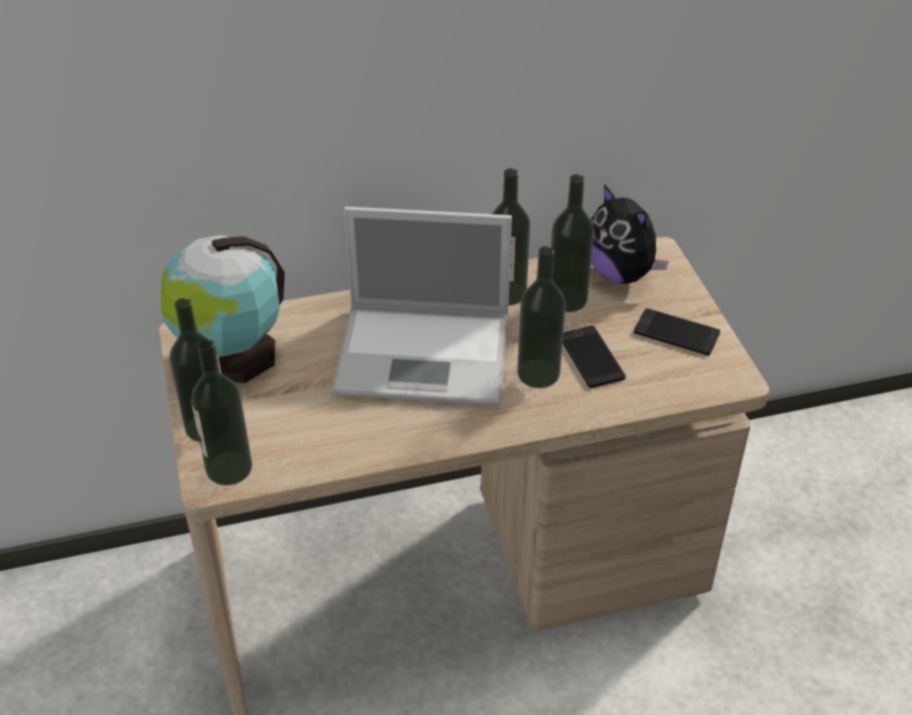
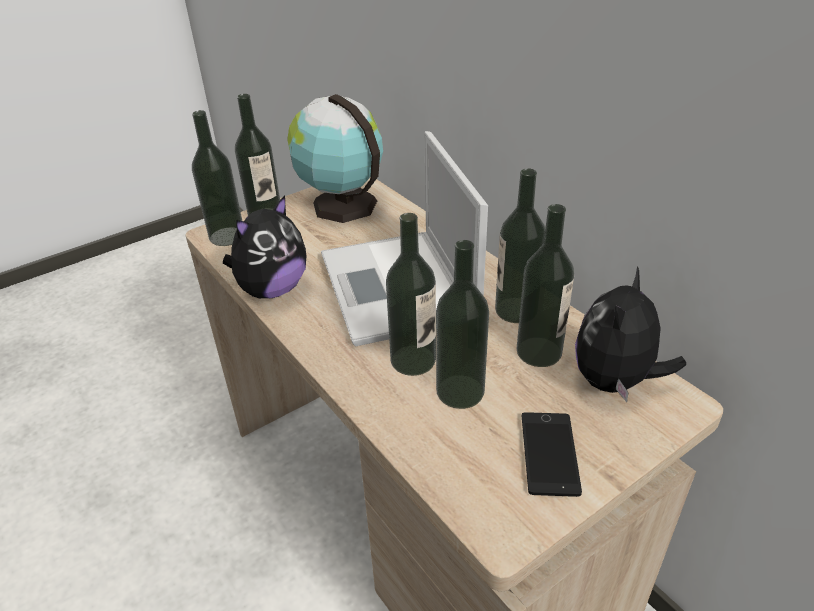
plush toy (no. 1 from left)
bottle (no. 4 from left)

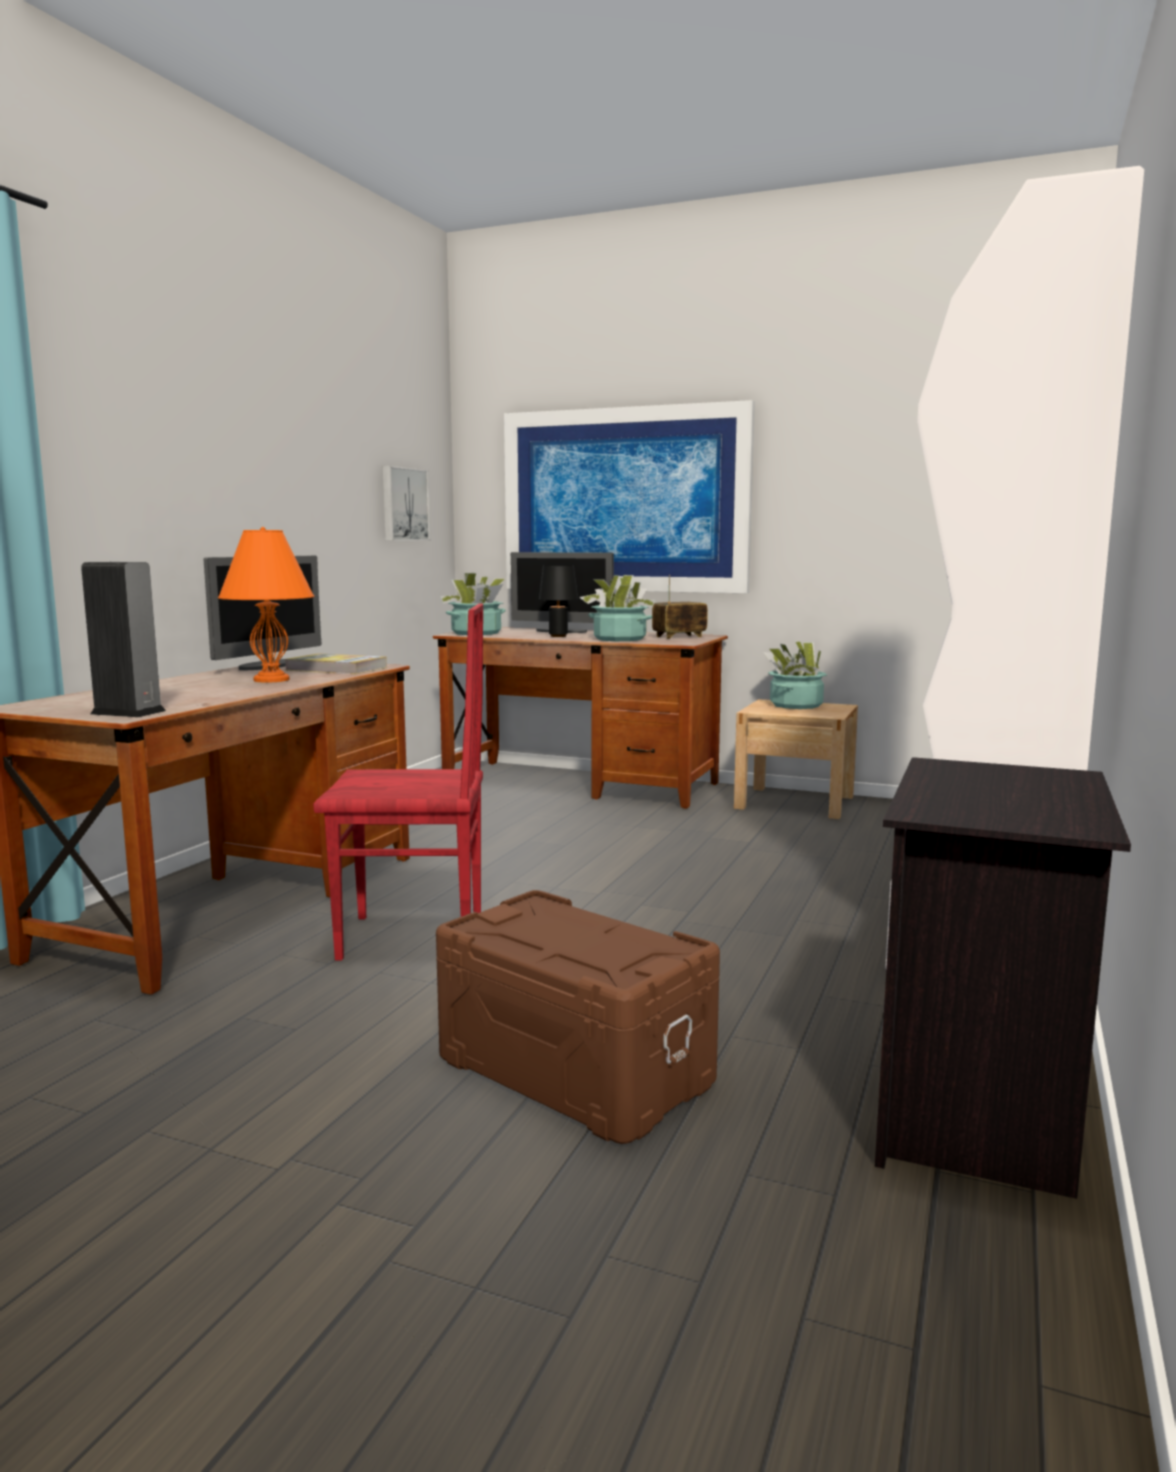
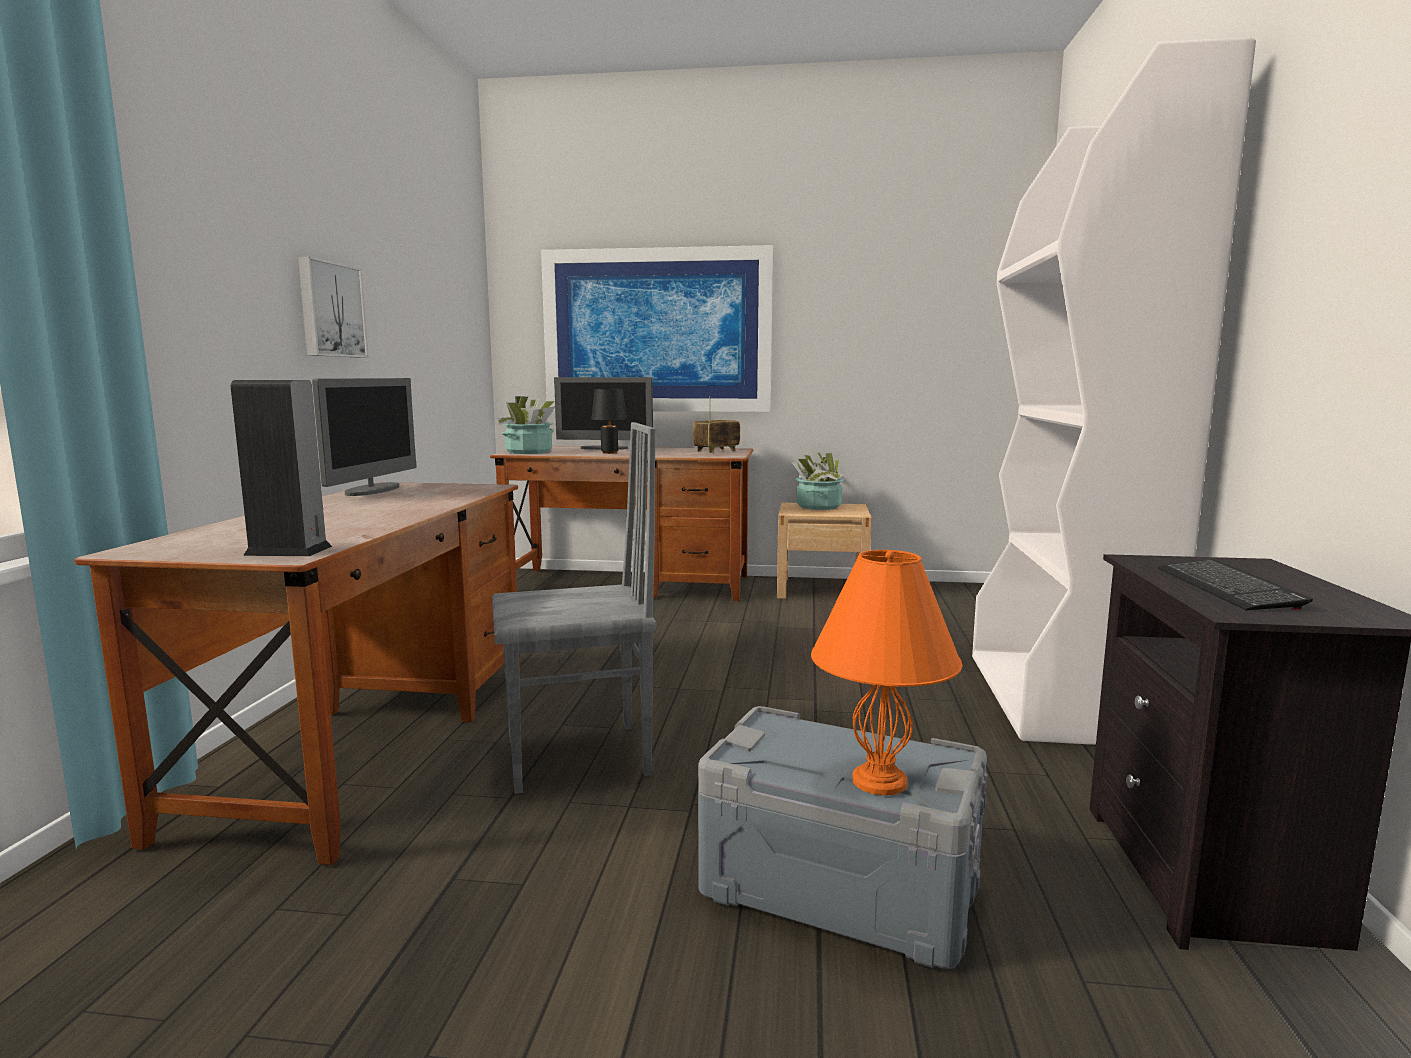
picture (no. 1 from left)
grey chair
grey storage box
orange table lamp
keyboard
book
potted plant (no. 2 from left in the first image)

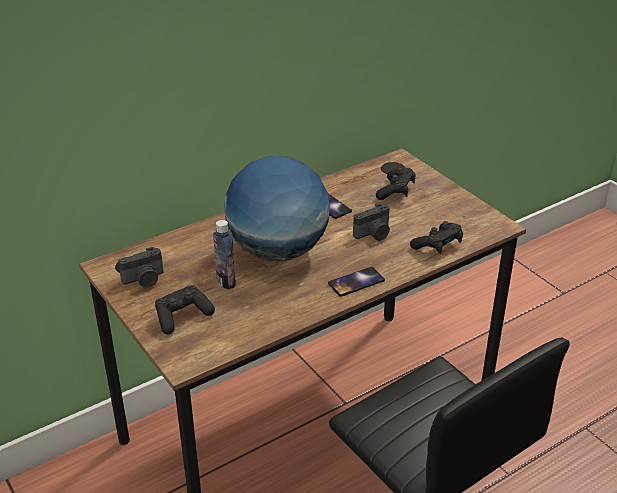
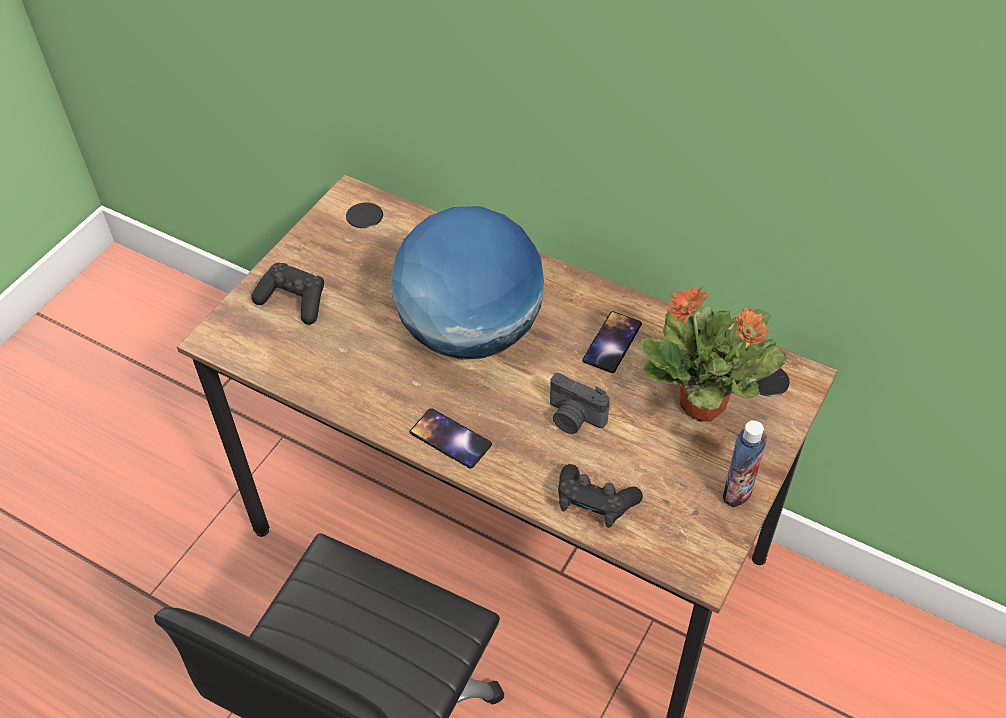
potted plant
bottle
photo camera (no. 1 from left in the first image)

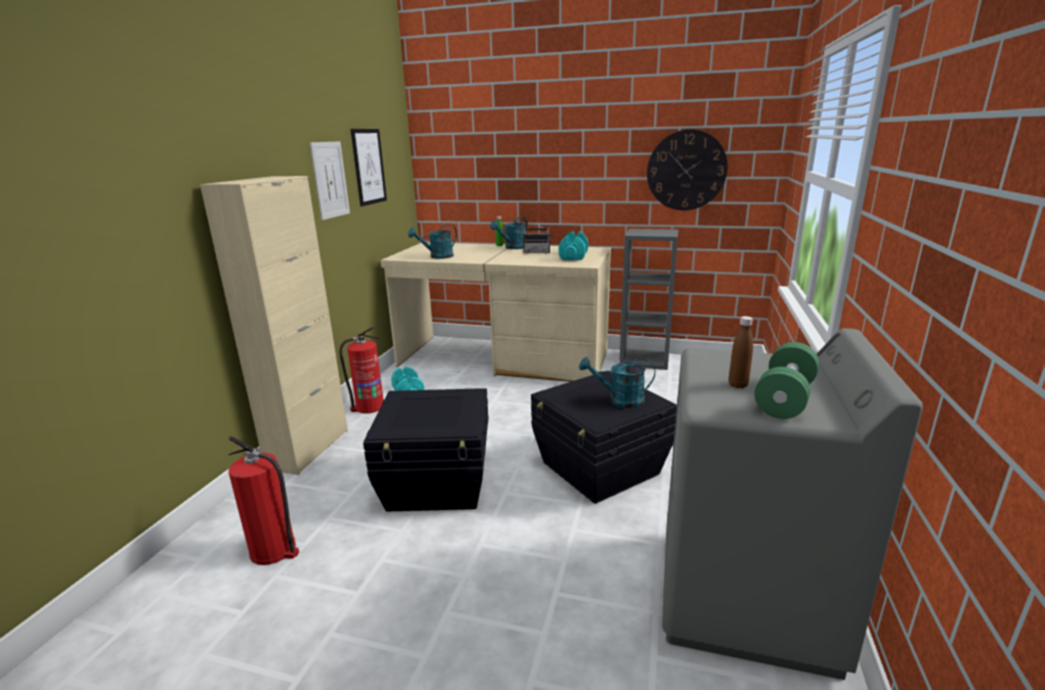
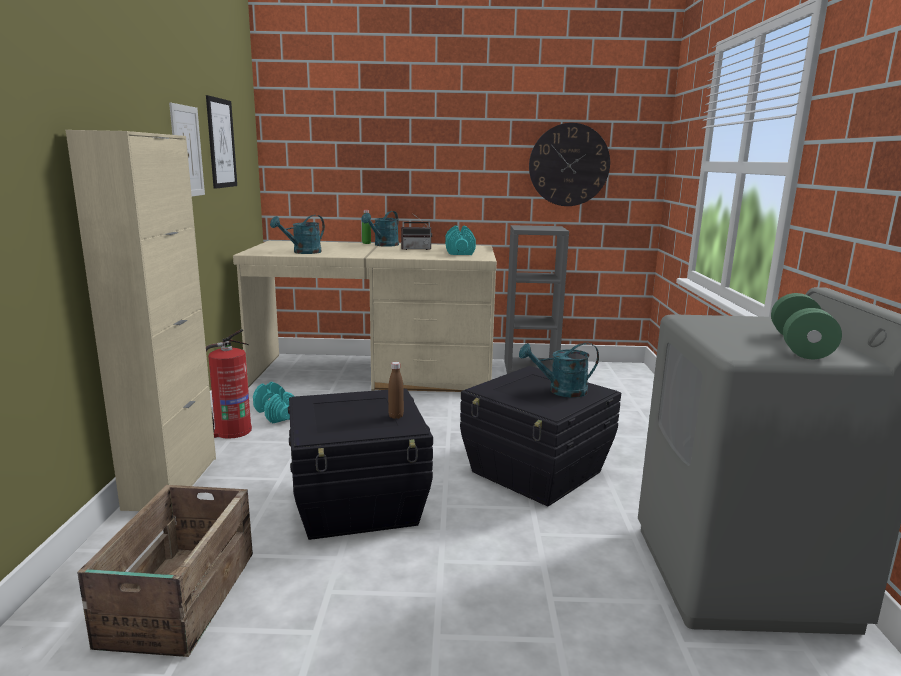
crate
brown bottle

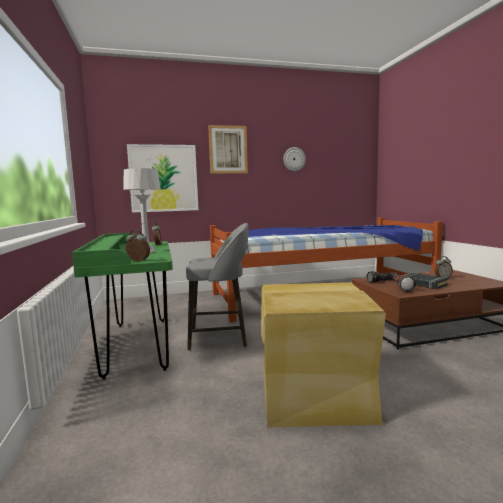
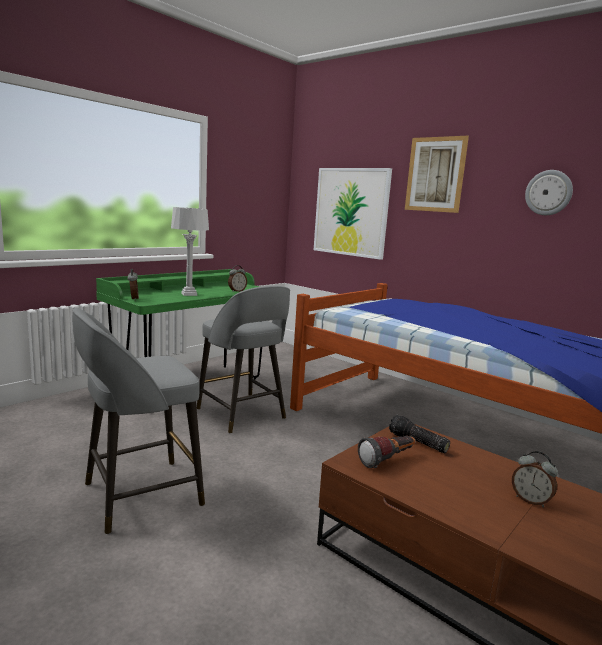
grey stool (no. 1 from left)
black book

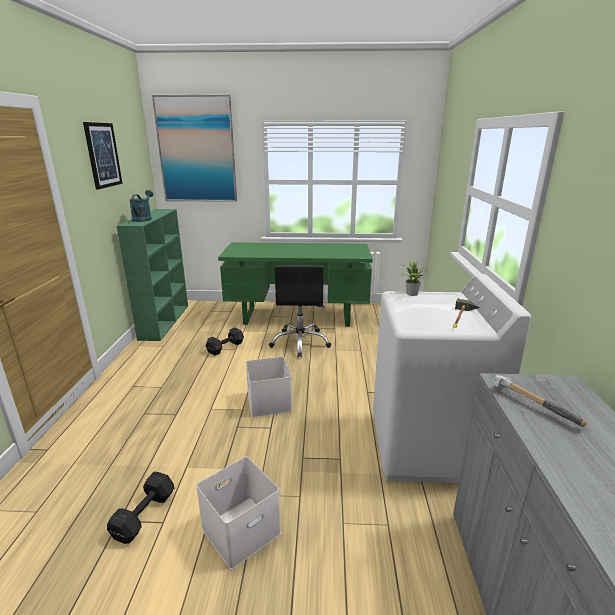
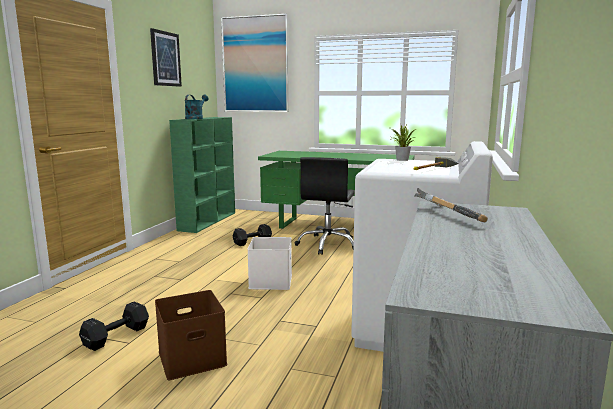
brown storage box

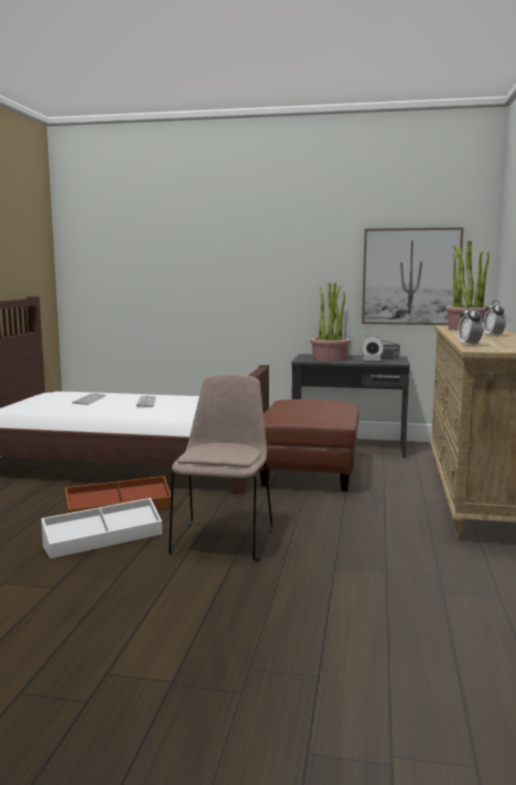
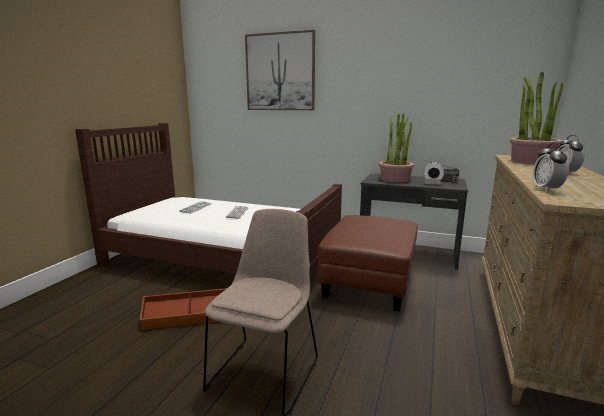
picture
white storage box

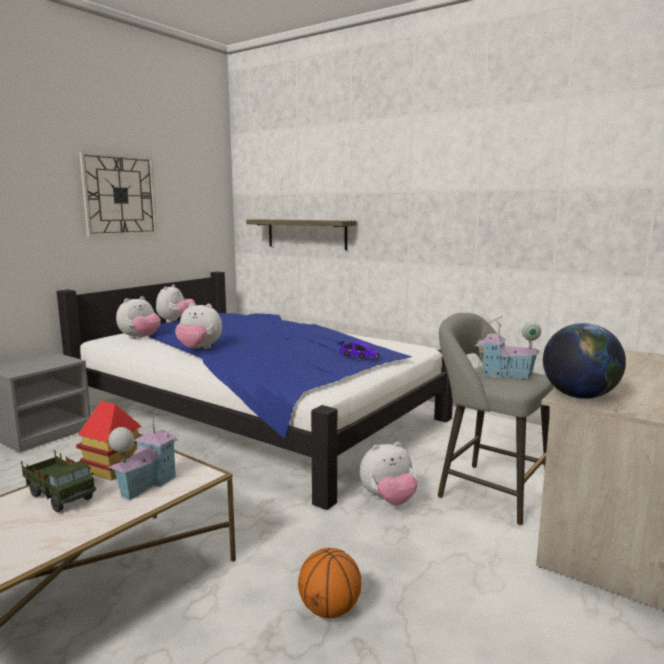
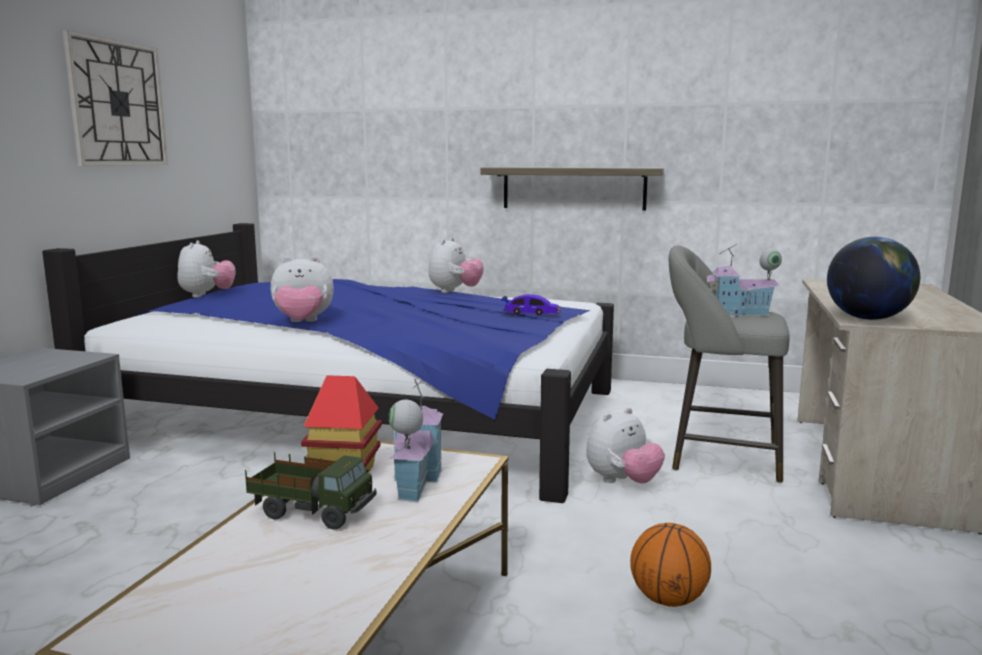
plush toy (no. 3 from left)
shelf

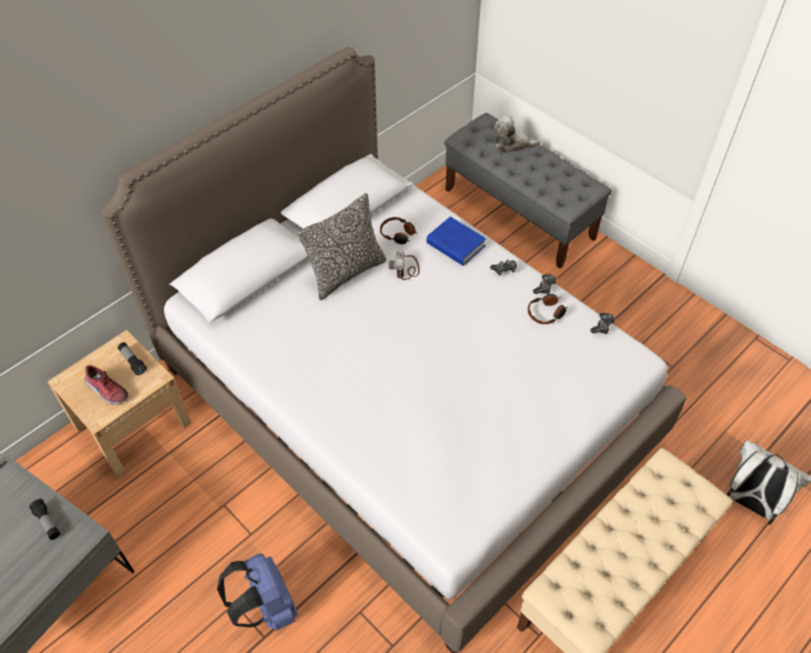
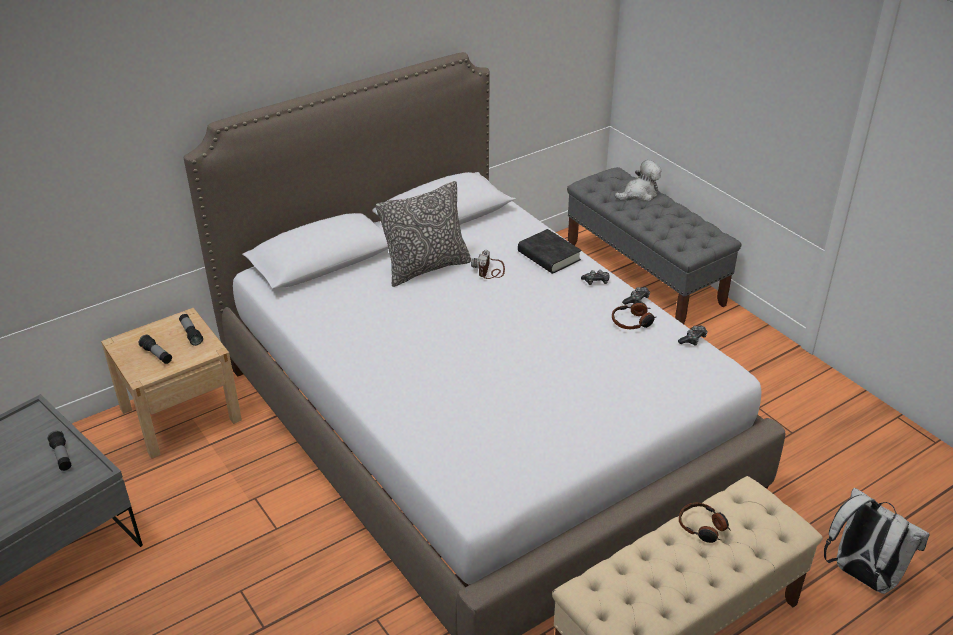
flashlight (no. 2 from left)
black book
plush toy
headphones (no. 2 from left)
blue backpack

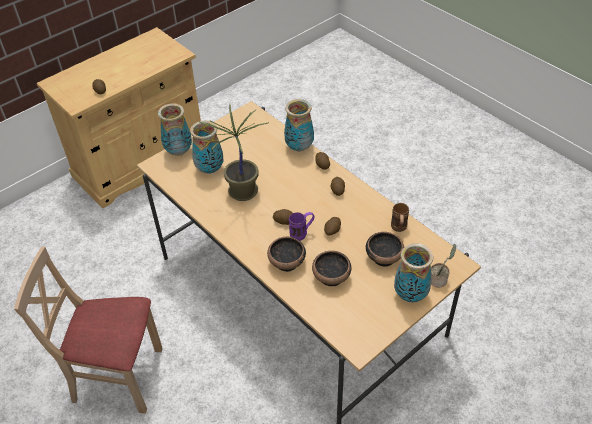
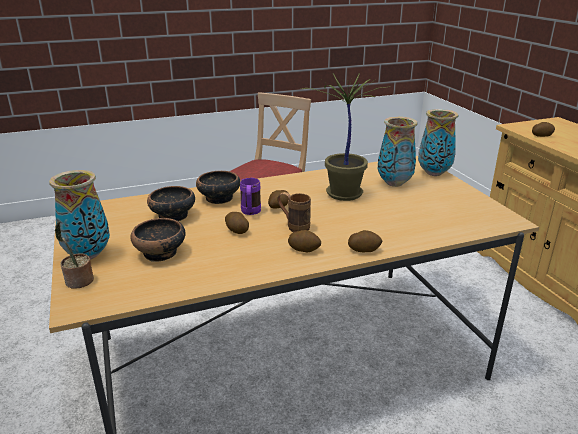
brown mug
vase (no. 3 from left in the first image)

